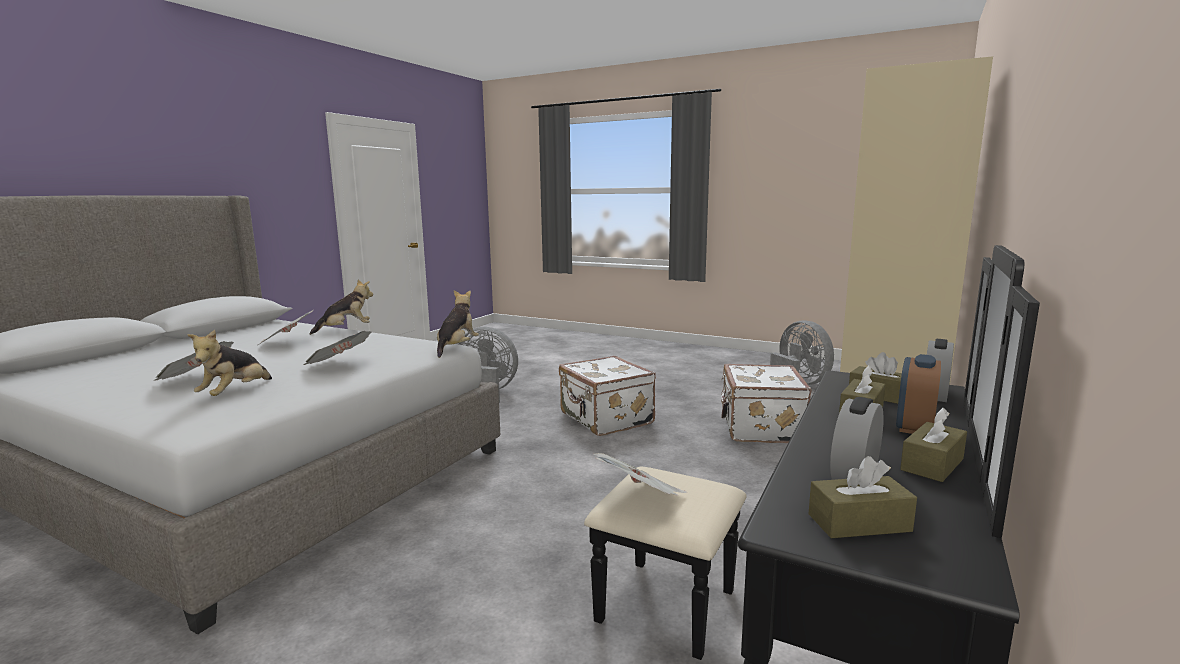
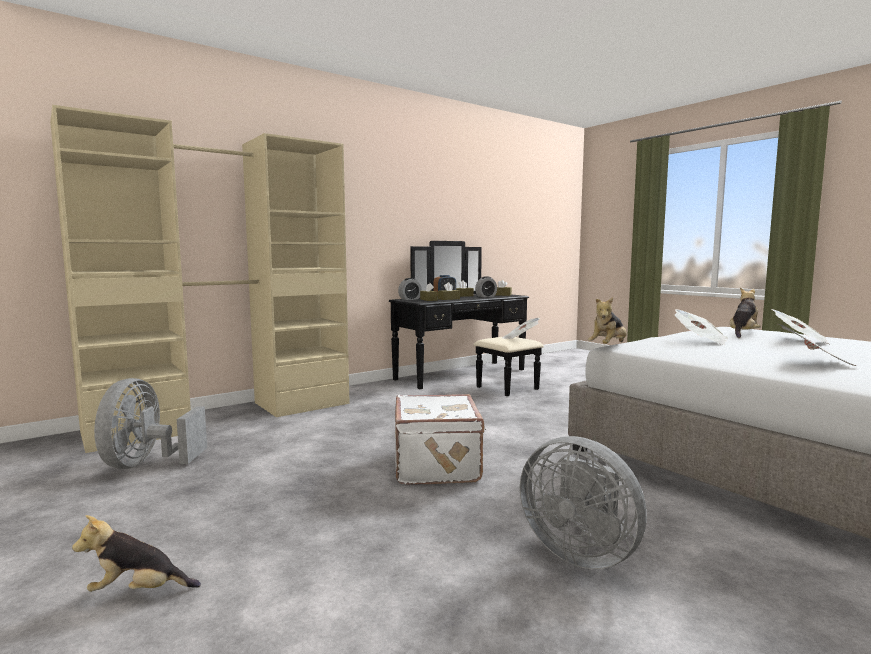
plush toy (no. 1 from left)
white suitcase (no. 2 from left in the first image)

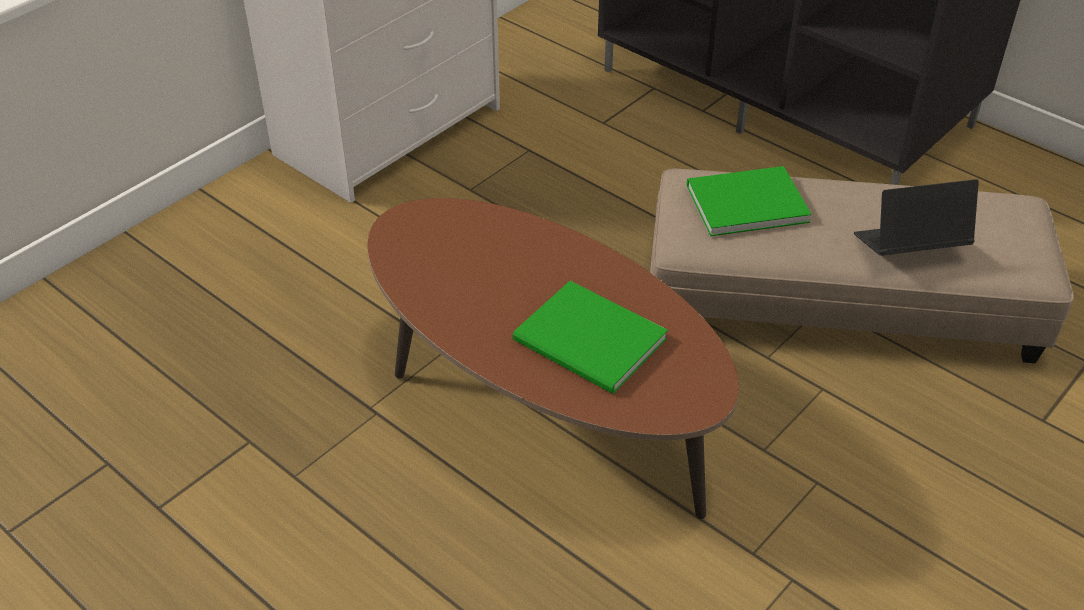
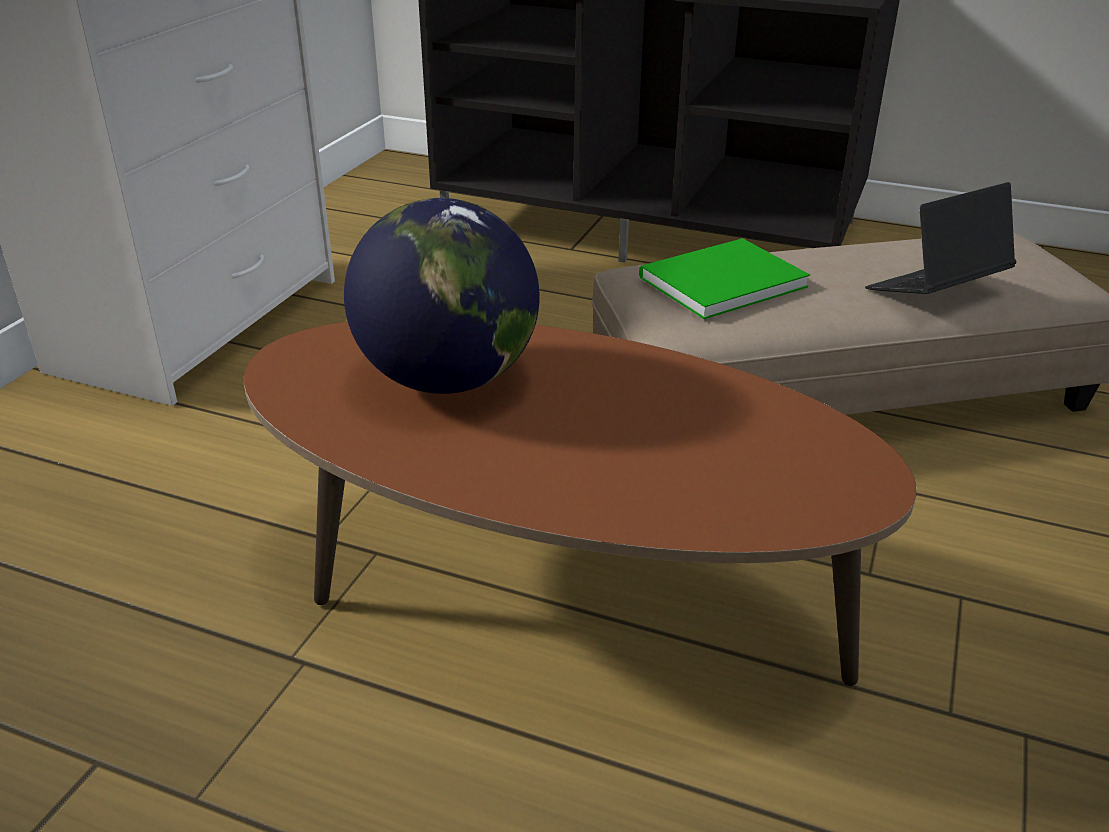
globe
green book (no. 1 from left in the first image)

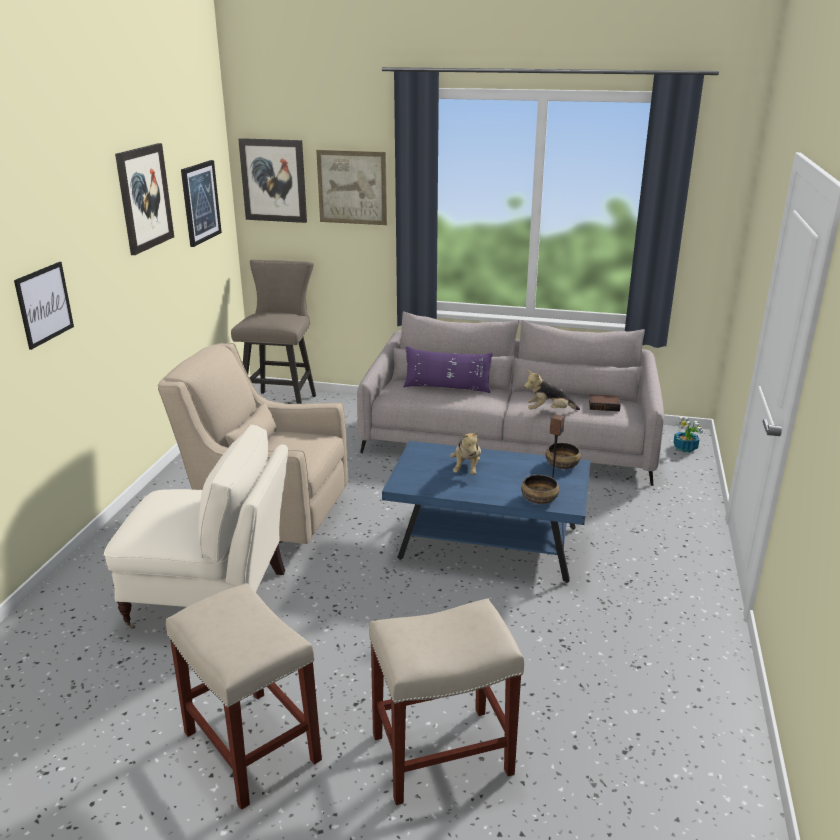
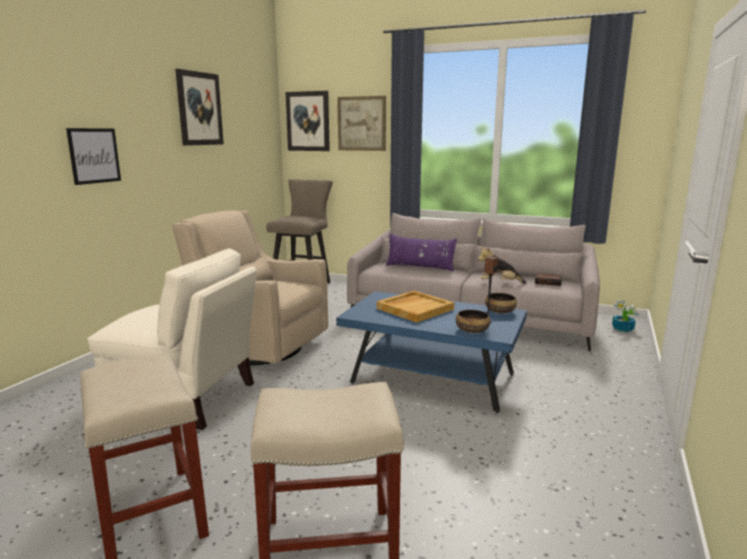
beige tray
picture (no. 3 from left in the first image)

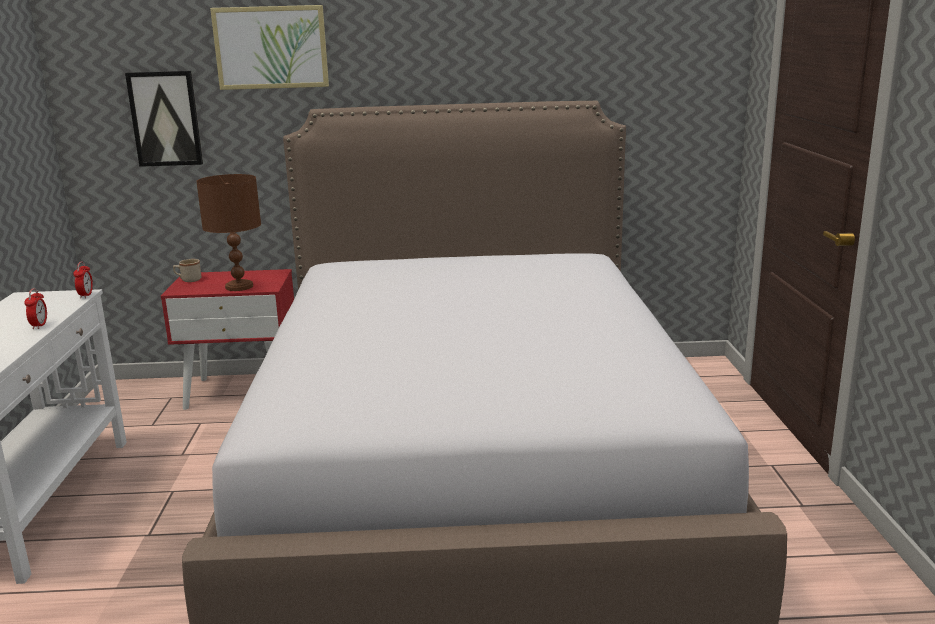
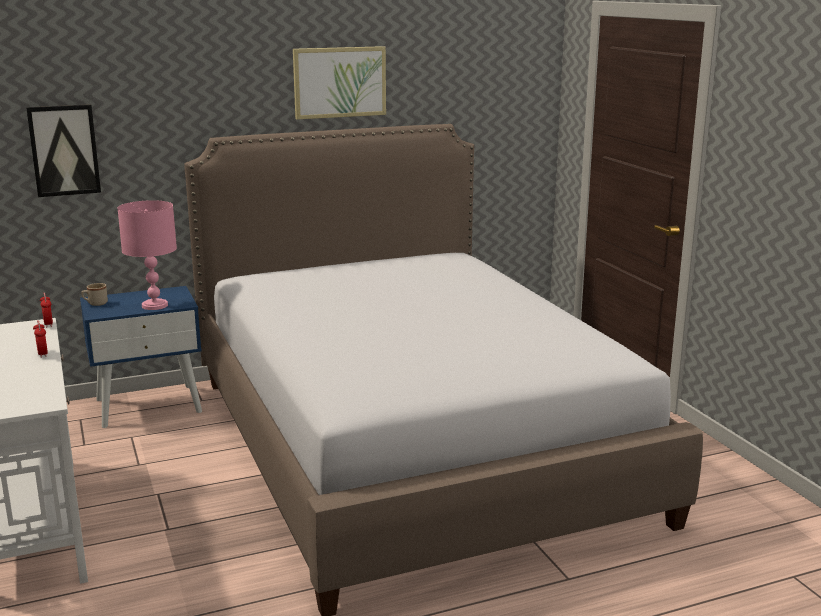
blue nightstand
pink table lamp
picture (no. 2 from left)

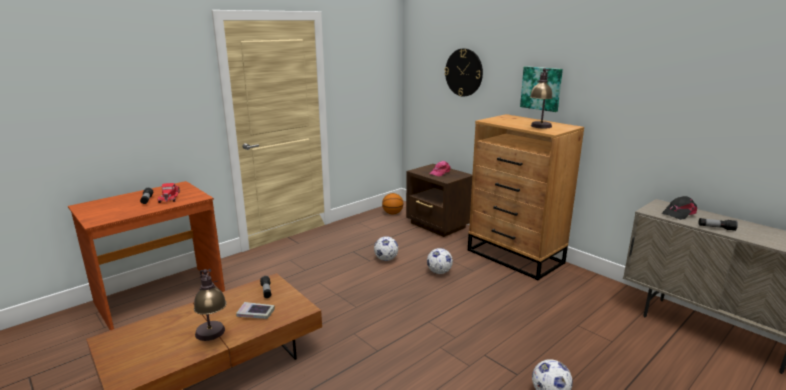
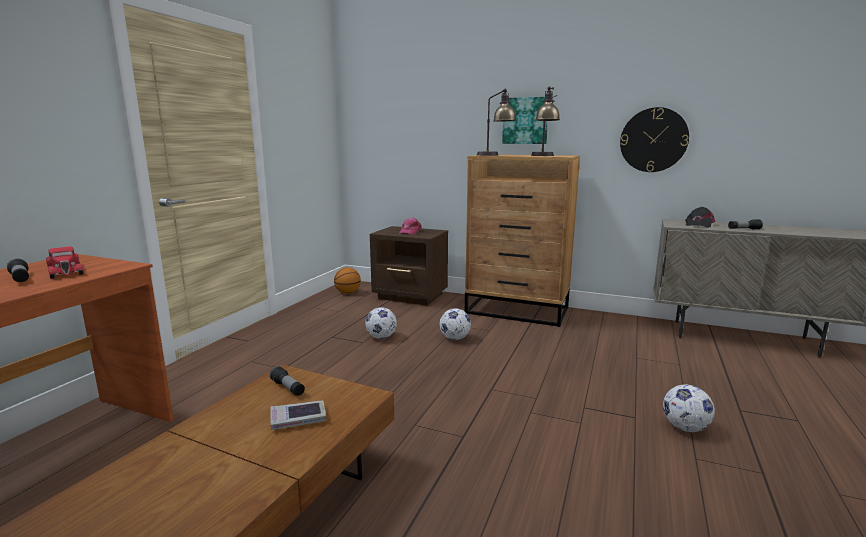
table lamp (no. 1 from left)
wall clock

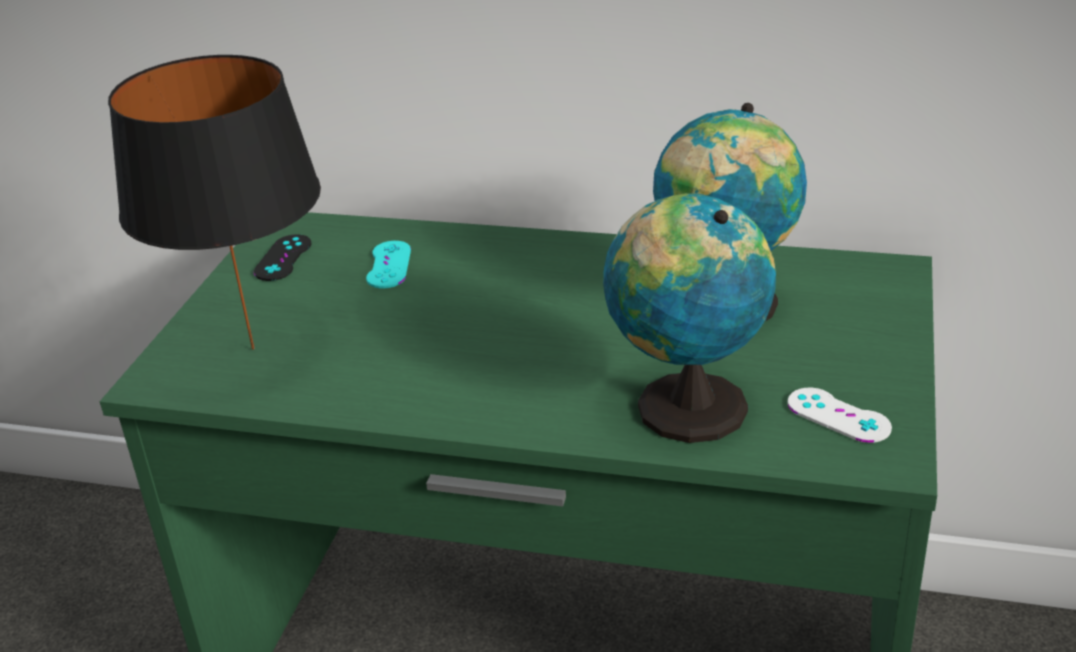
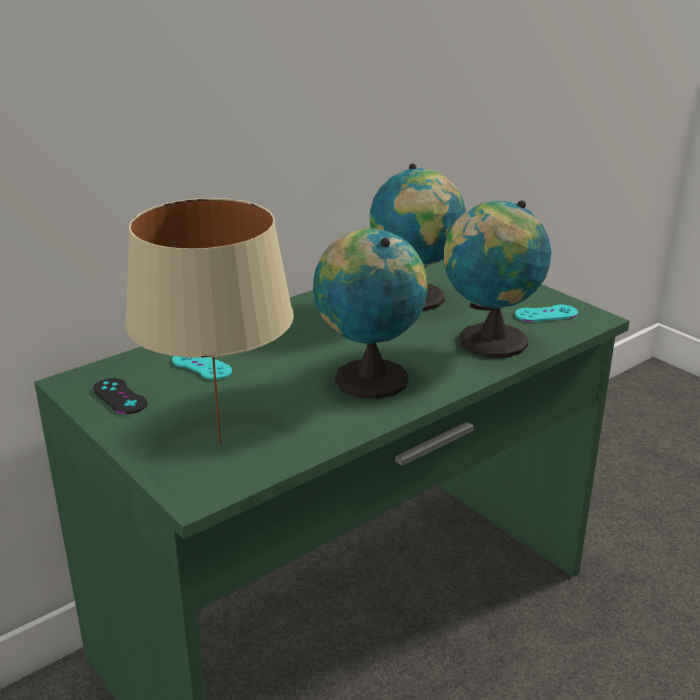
beige table lamp
globe (no. 1 from left)
turquoise game controller (no. 2 from left)

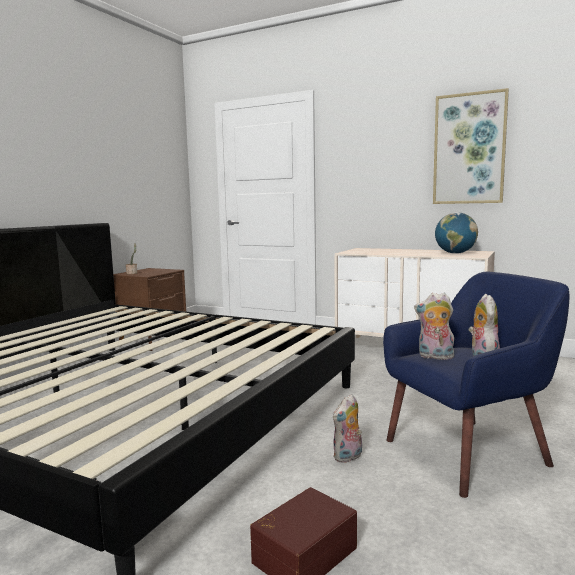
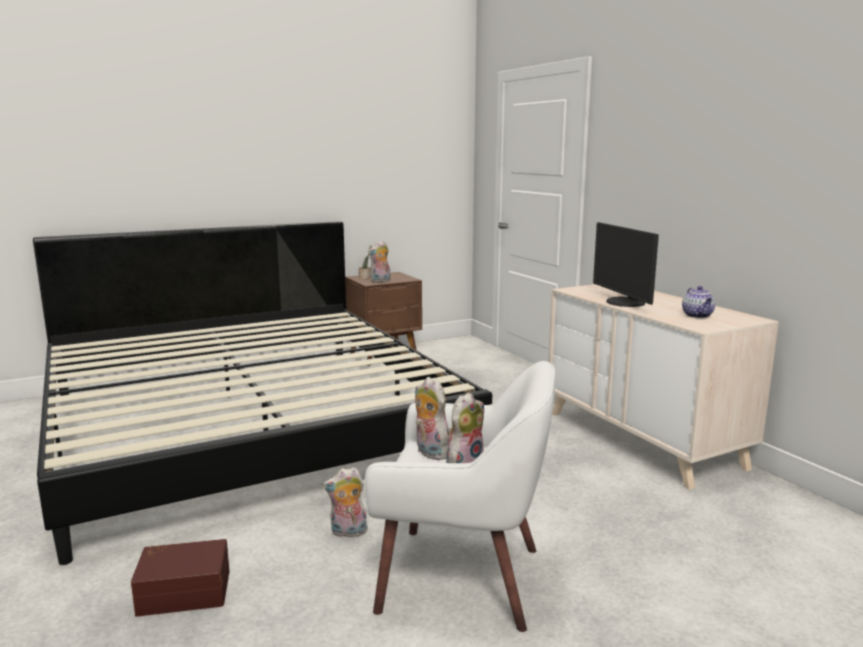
white armchair
plush toy (no. 2 from left)
monitor
teapot
picture

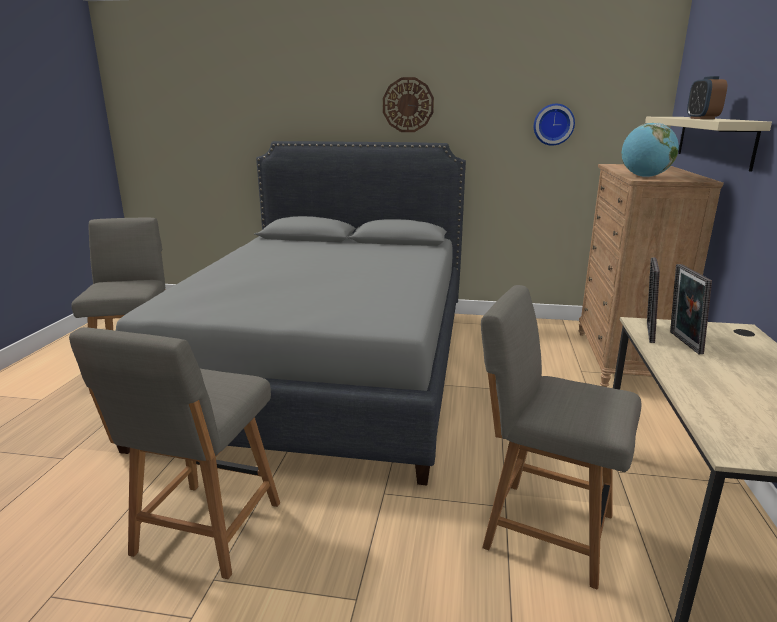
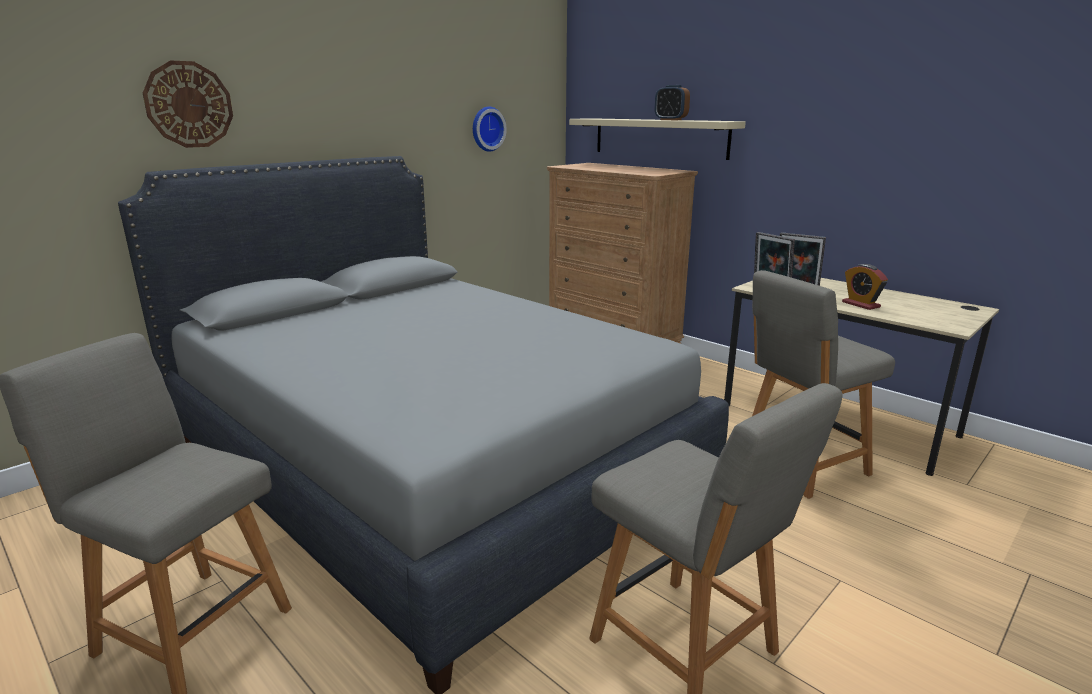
wall clock (no. 1 from left)
alarm clock (no. 2 from left)
globe

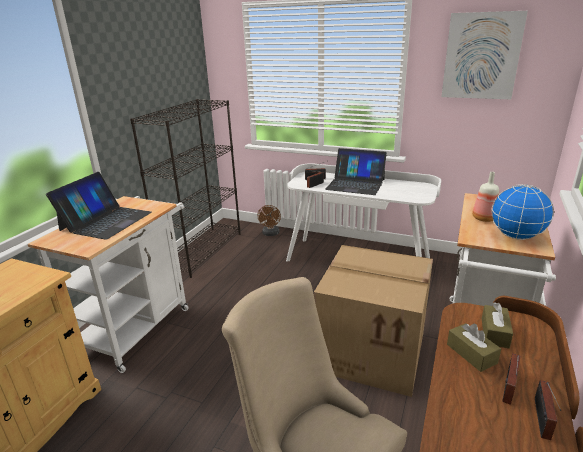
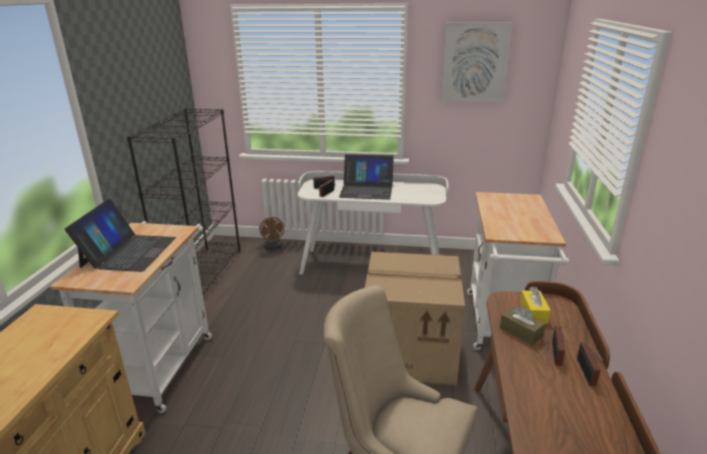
yellow tissue box
bottle
globe

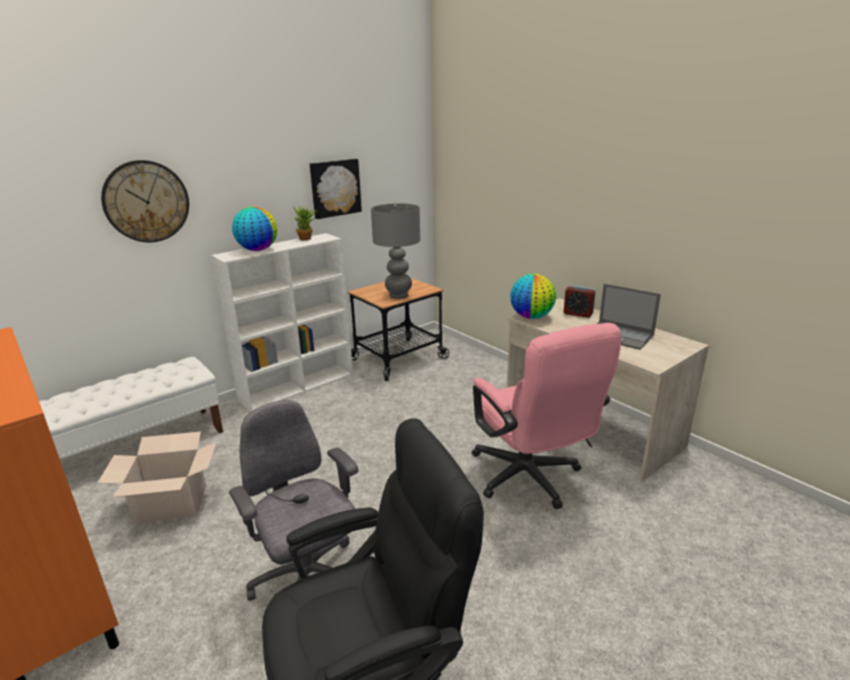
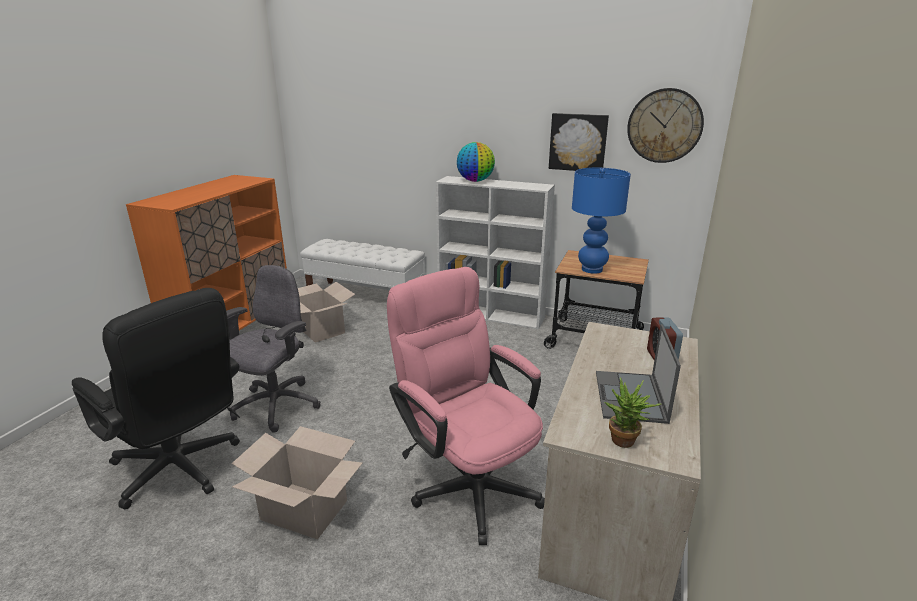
cardboard box (no. 1 from left)
pink office chair
blue table lamp
potted plant
wall clock
globe (no. 2 from left in the first image)

